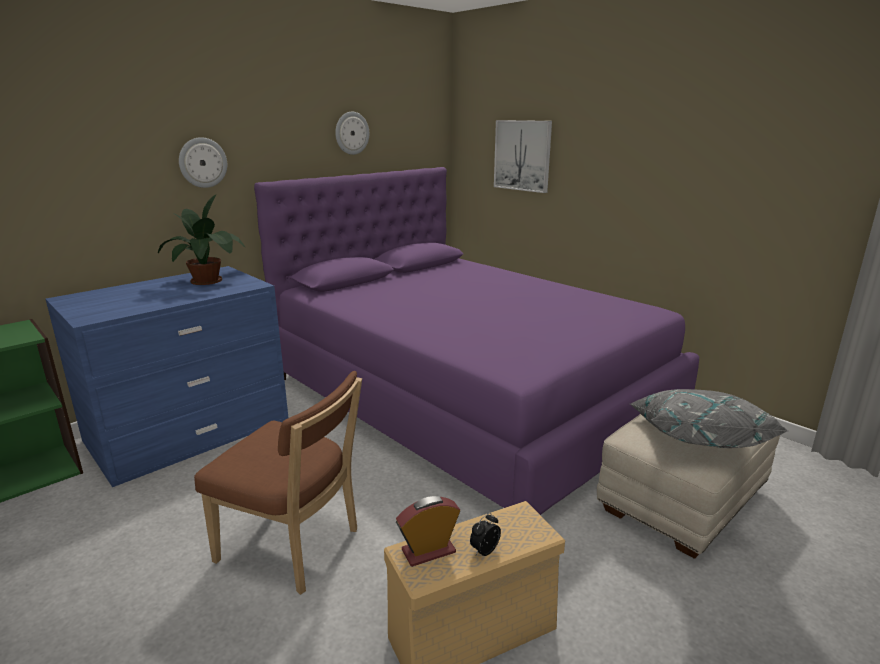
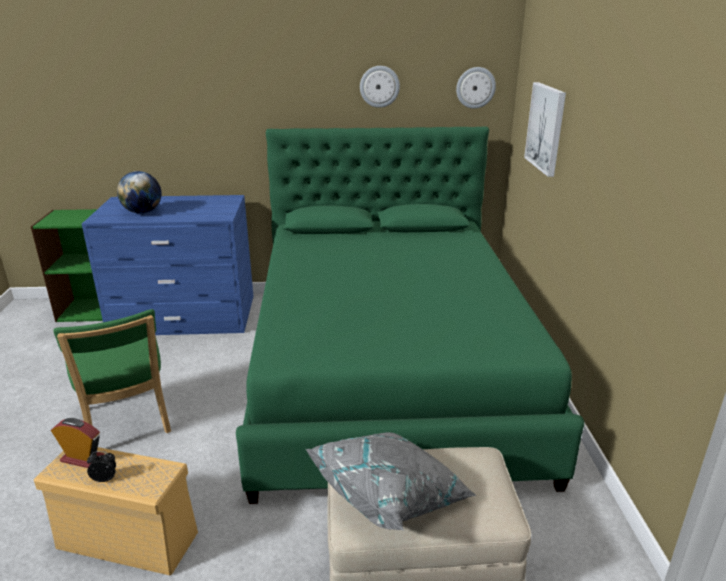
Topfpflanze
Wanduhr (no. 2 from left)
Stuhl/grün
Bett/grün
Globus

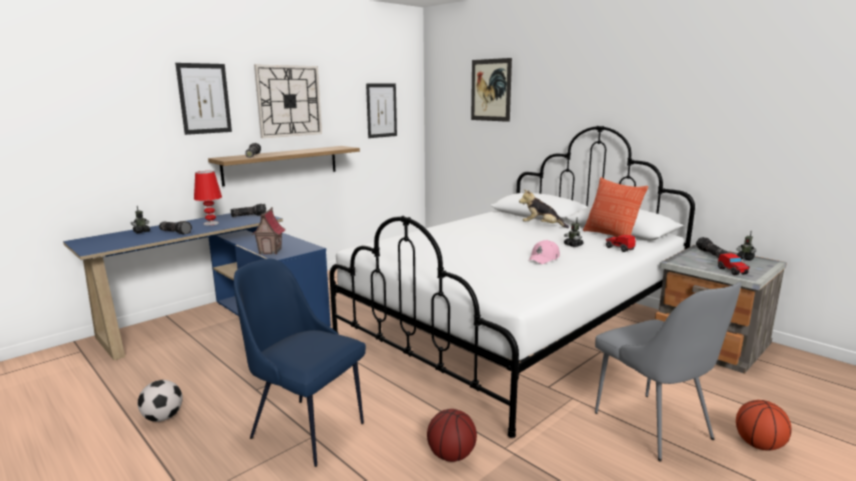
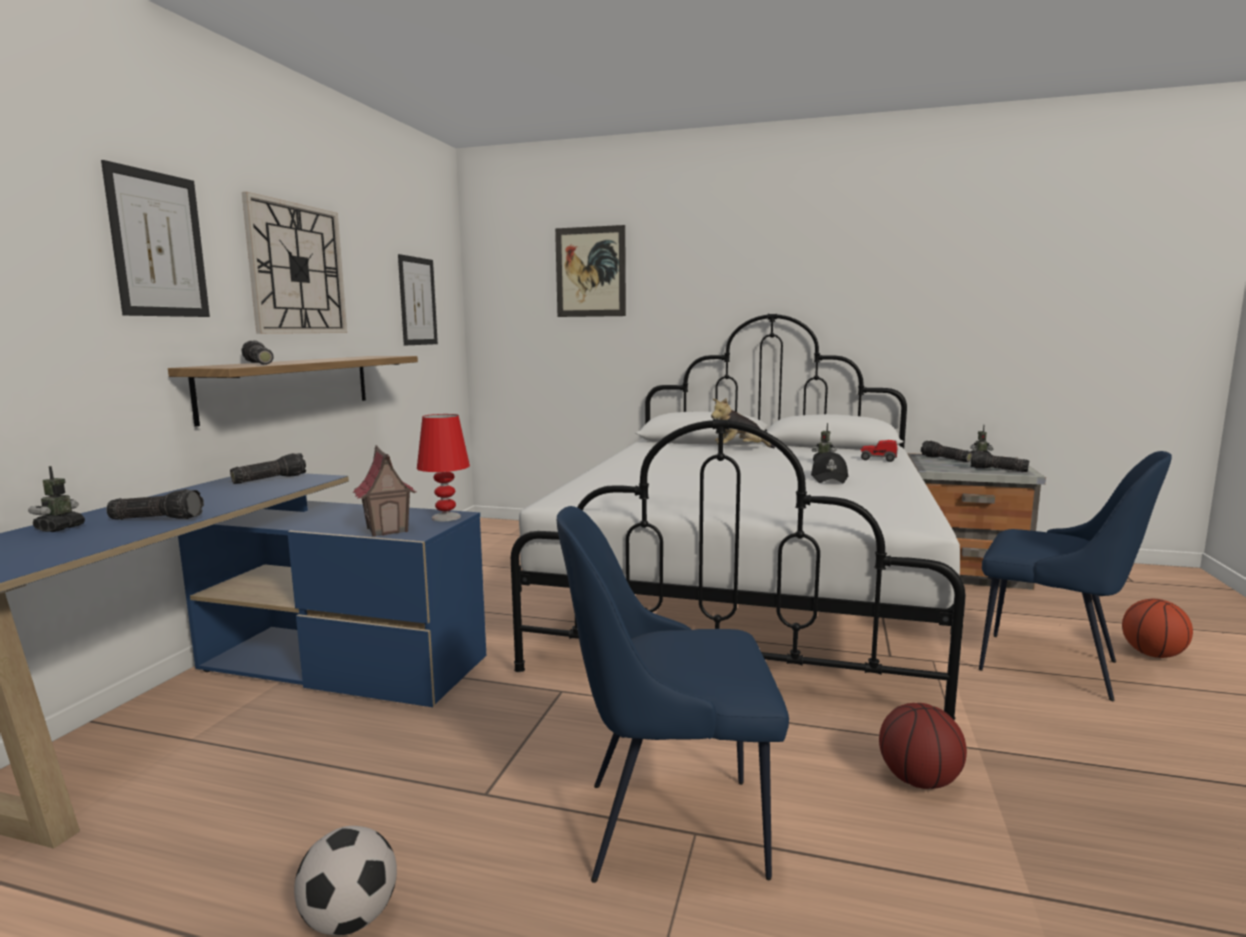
Tischlampe/rot
Kappe/schwarz
Kissen/orange
Stuhl/blau (no. 2 from left)
Taschenlampe (no. 5 from left)

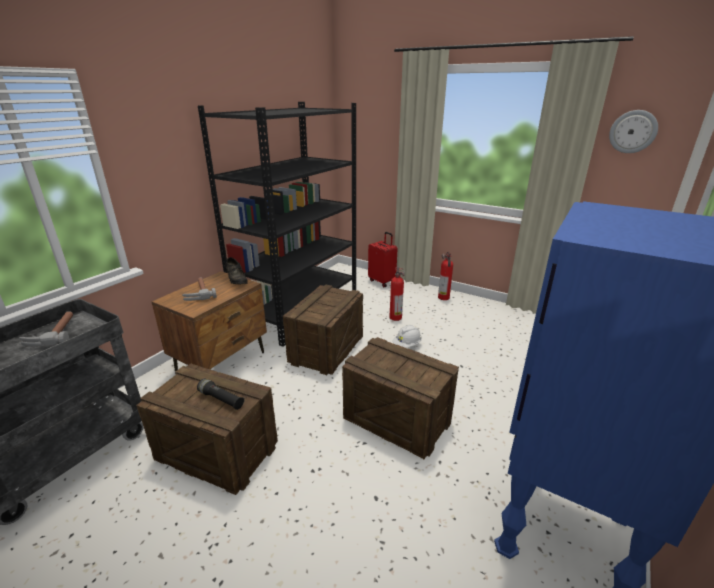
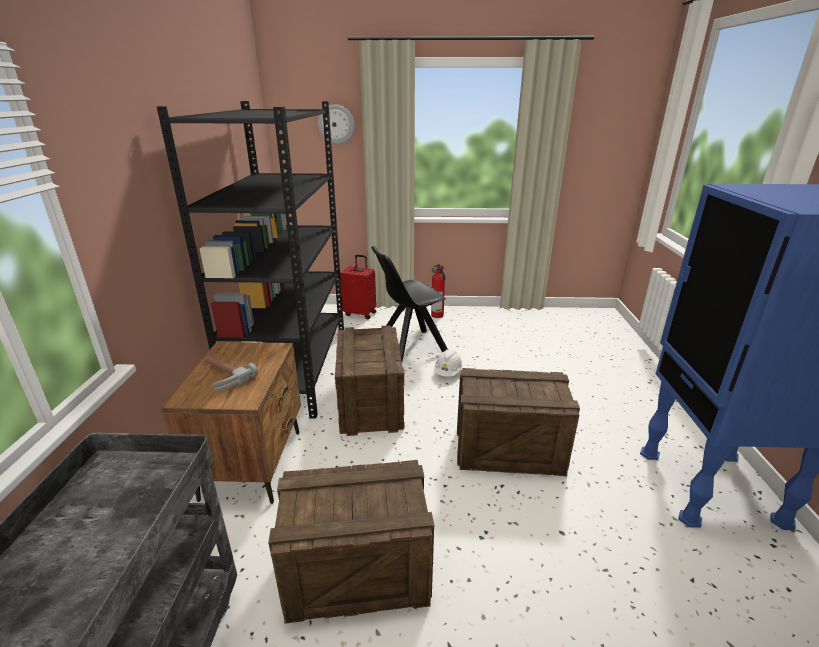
Hammer (no. 1 from left in the first image)
Taschenlampe/schwarz
Schuh/schwarz
Stuhl/schwarz
Wanduhr

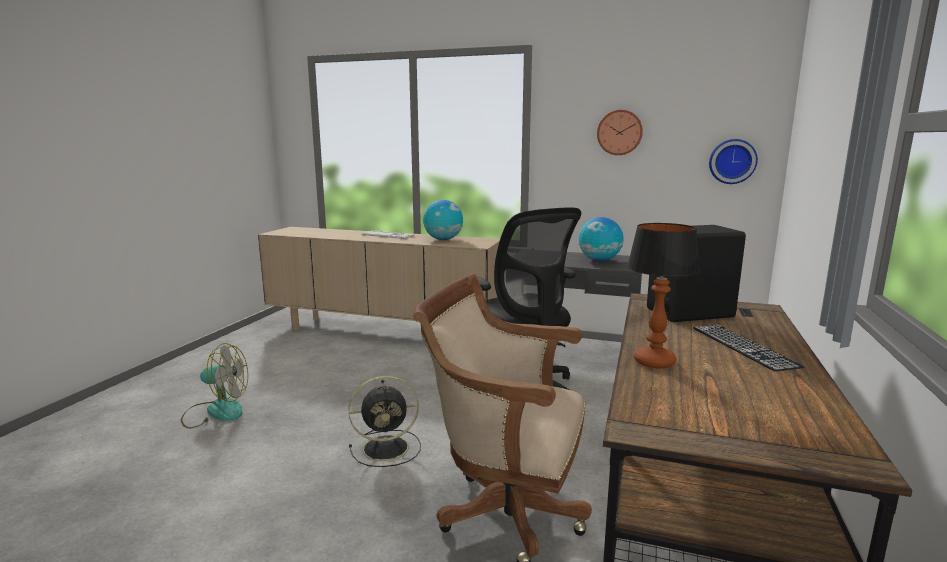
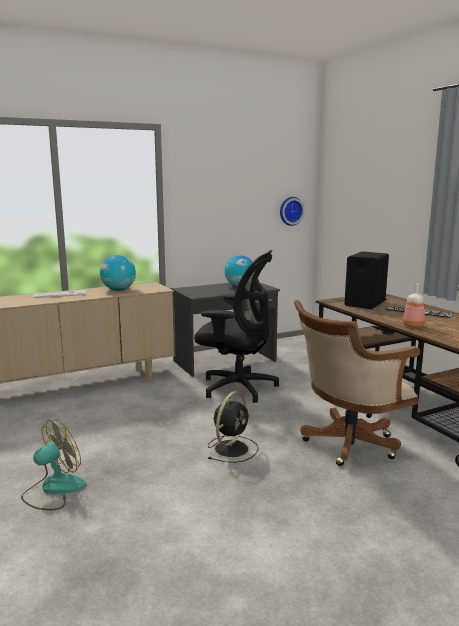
Wanduhr (no. 1 from left in the first image)
Flasche

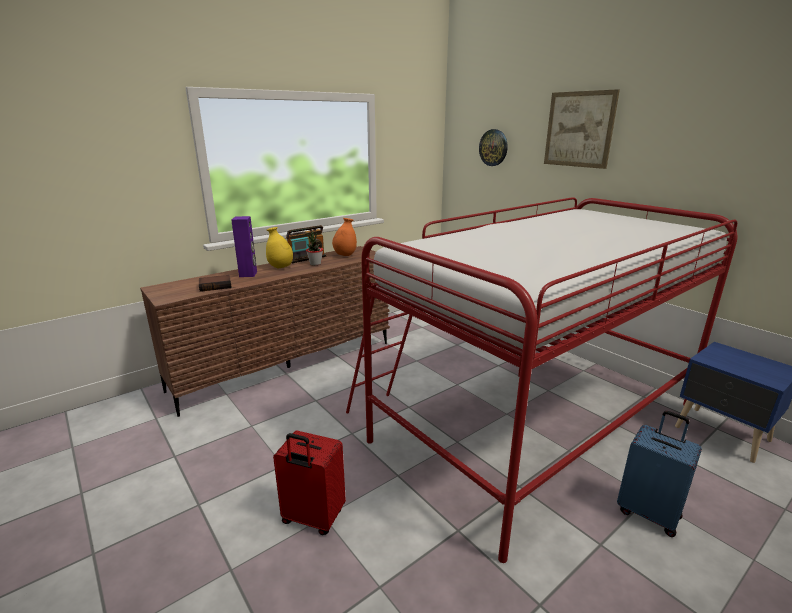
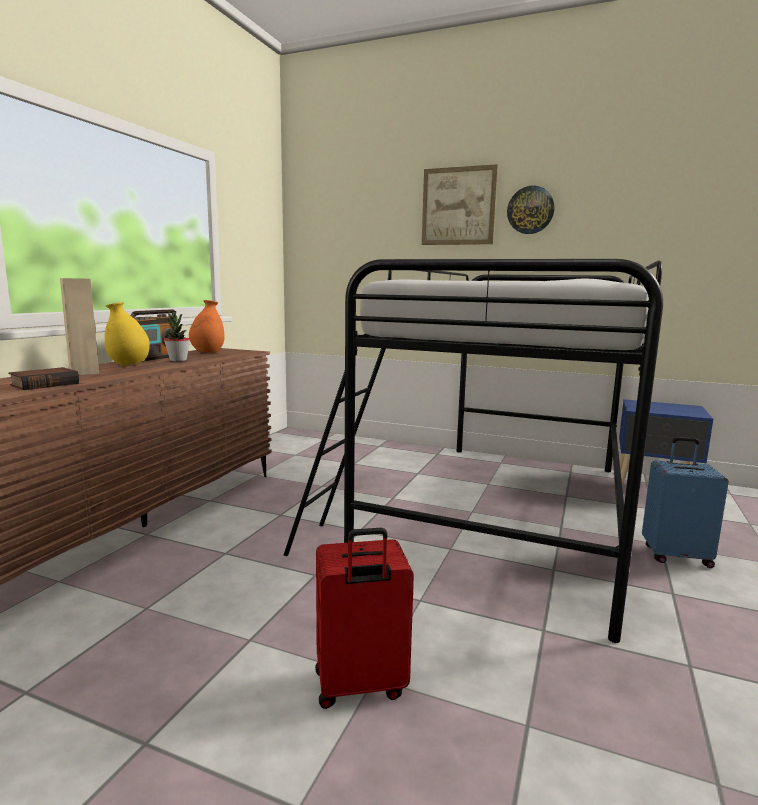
Lautsprecher/beige
Bett/schwarz
Wanduhr

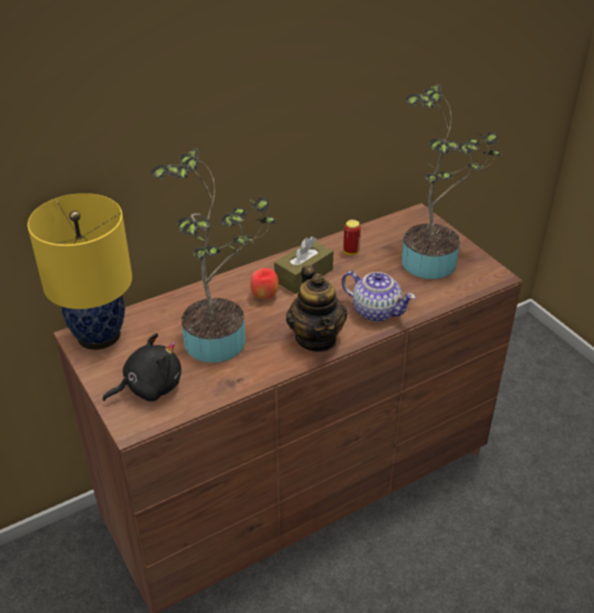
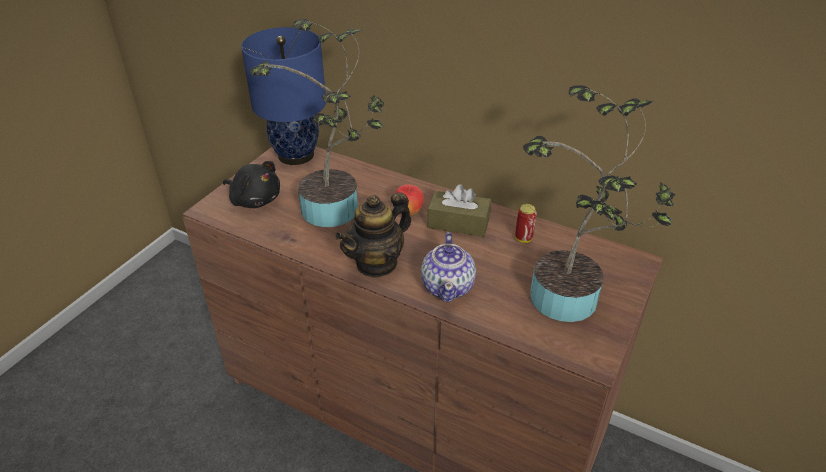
Tischlampe/blau

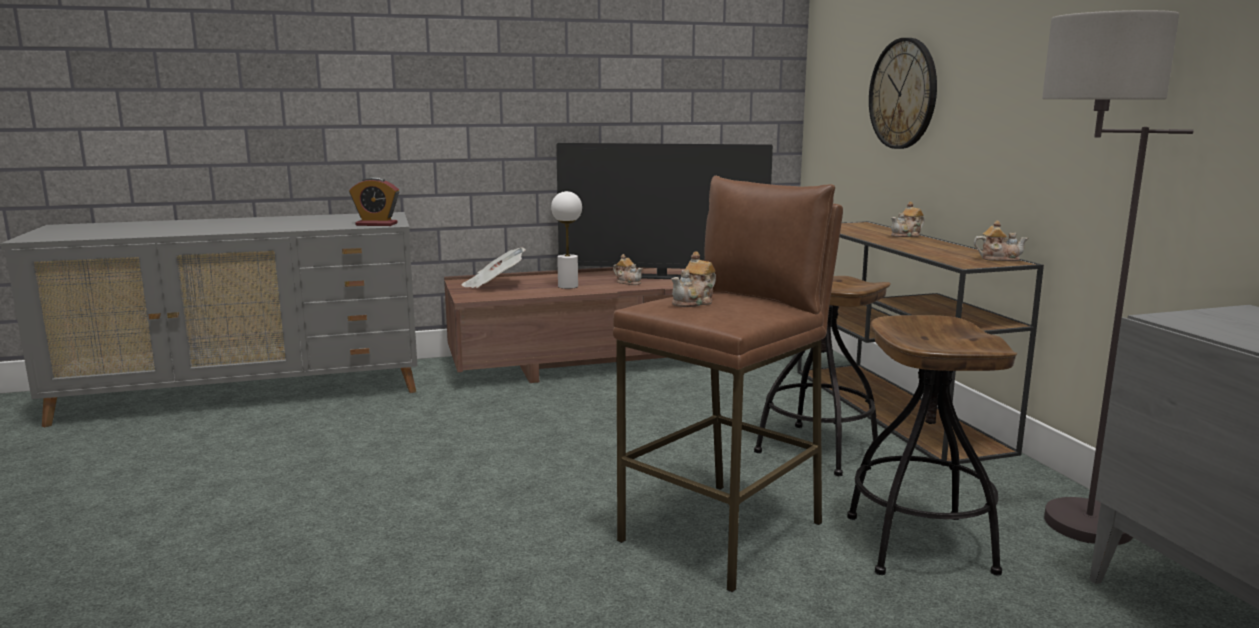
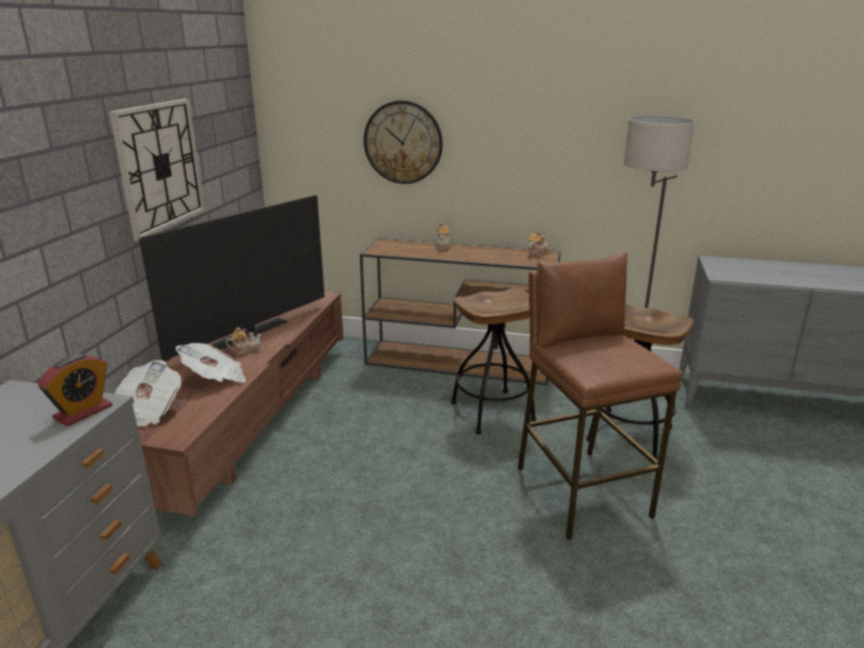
Zeitung (no. 2 from left)
Teekanne (no. 2 from left in the first image)
Wanduhr (no. 1 from left)

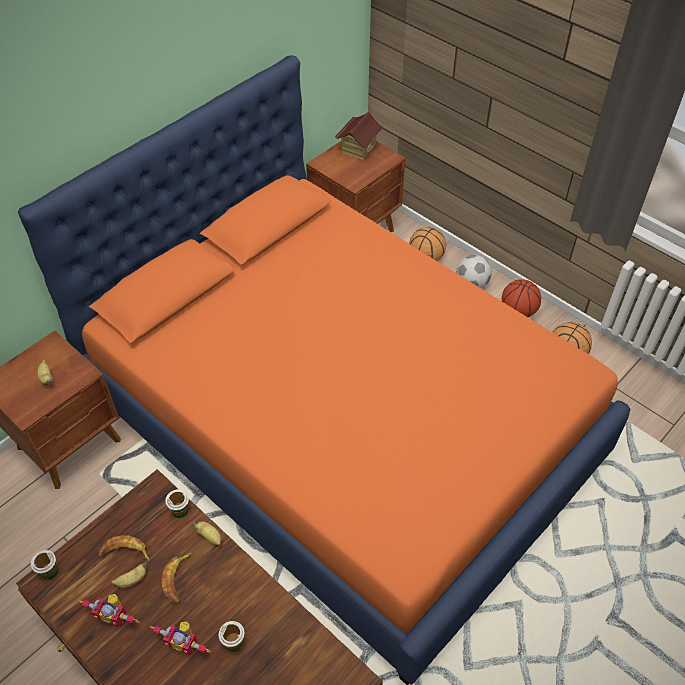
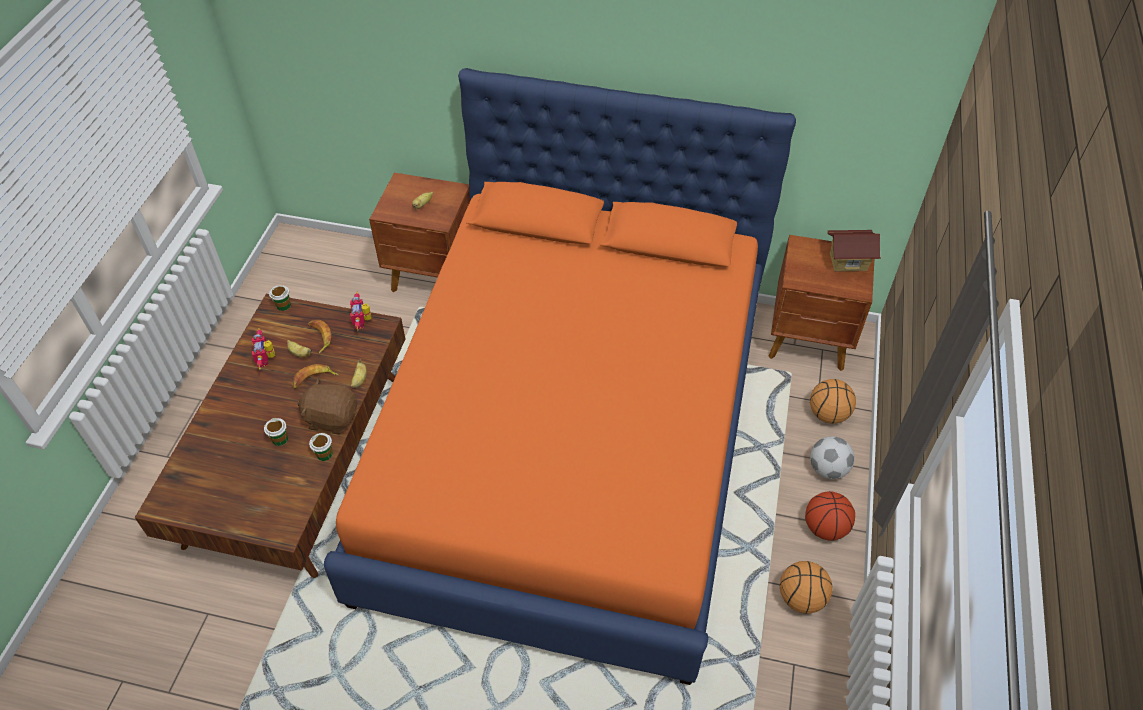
Spielzeugroboter (no. 2 from left)
Tasse (no. 3 from left)
Plüschtier/braun

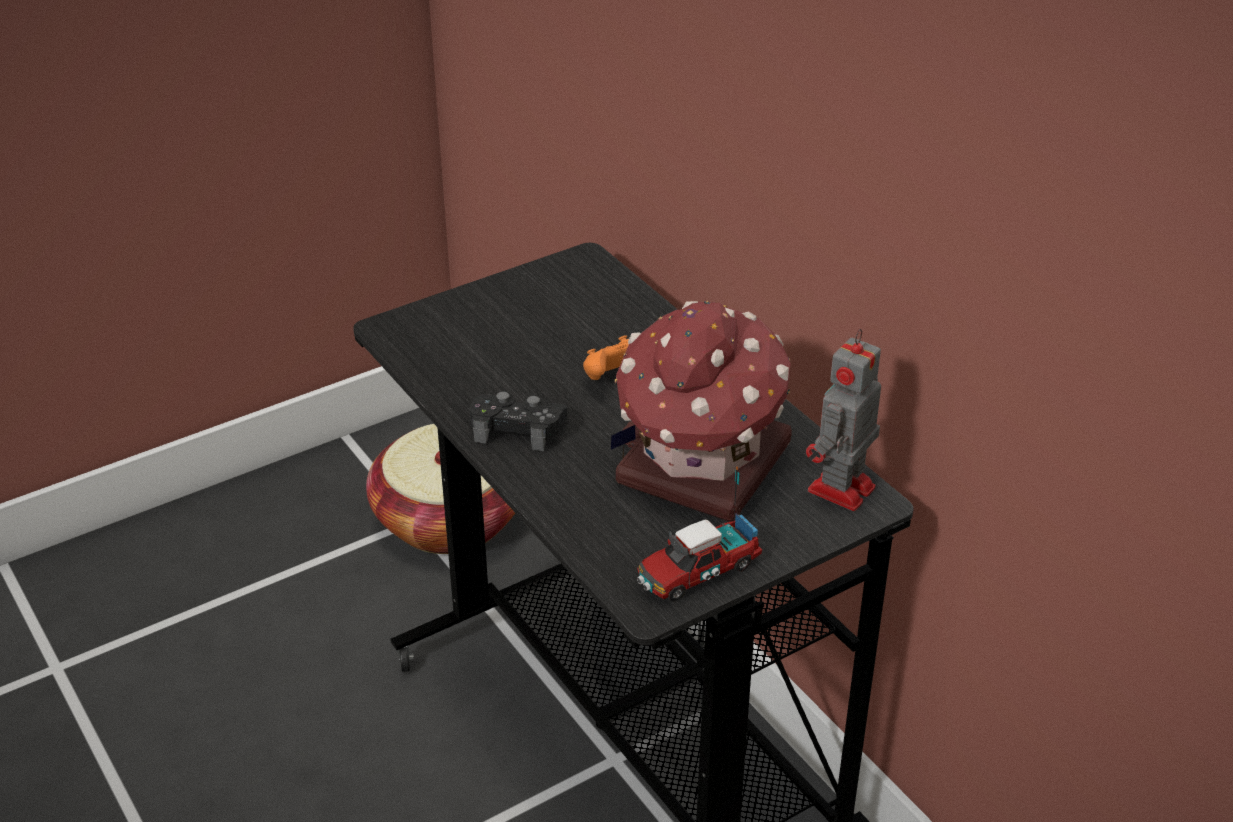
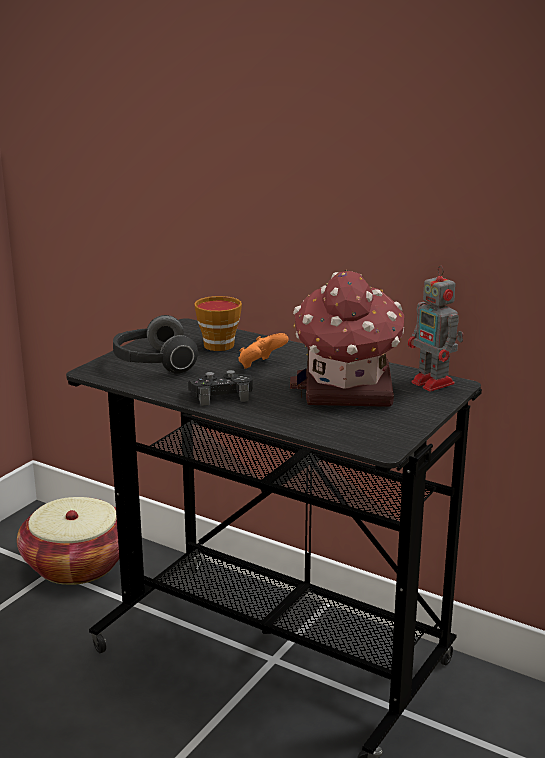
Spielzeuglaster
Spielzeugroboter
Kopfhörer
Tasse

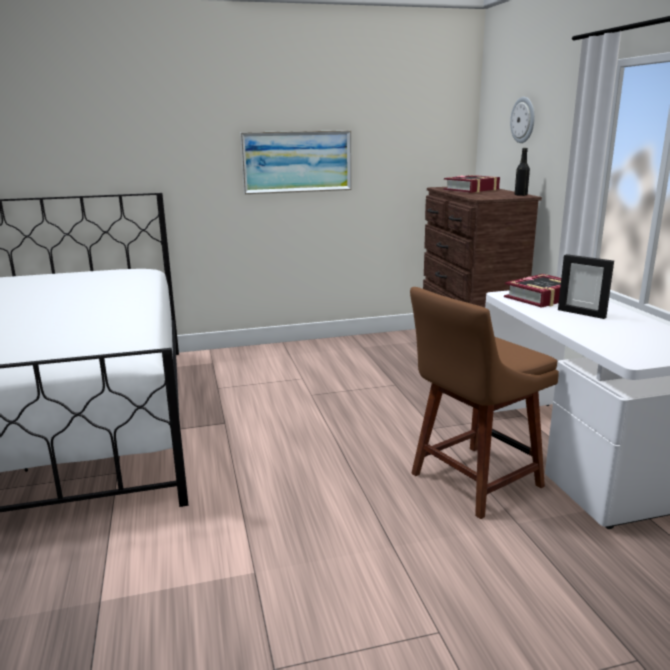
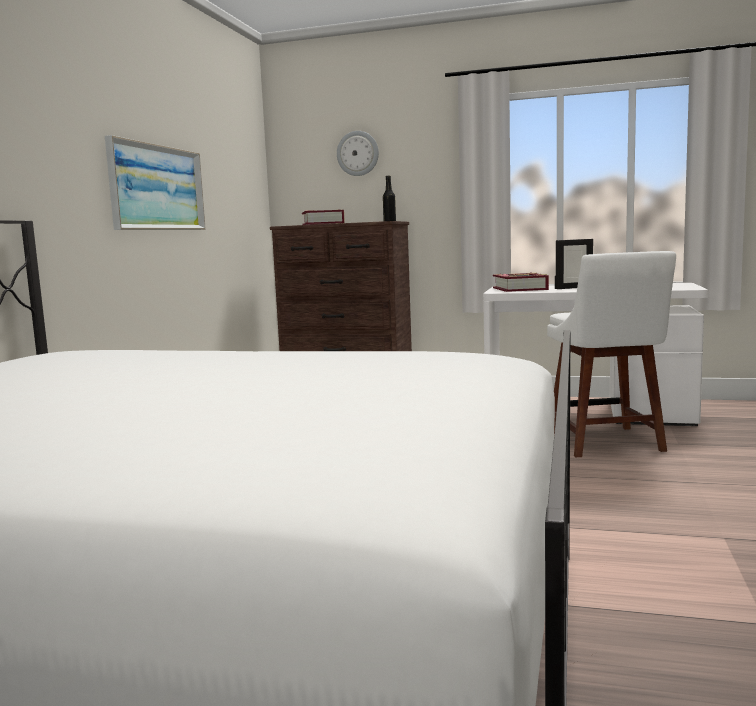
Hocker/weiß

